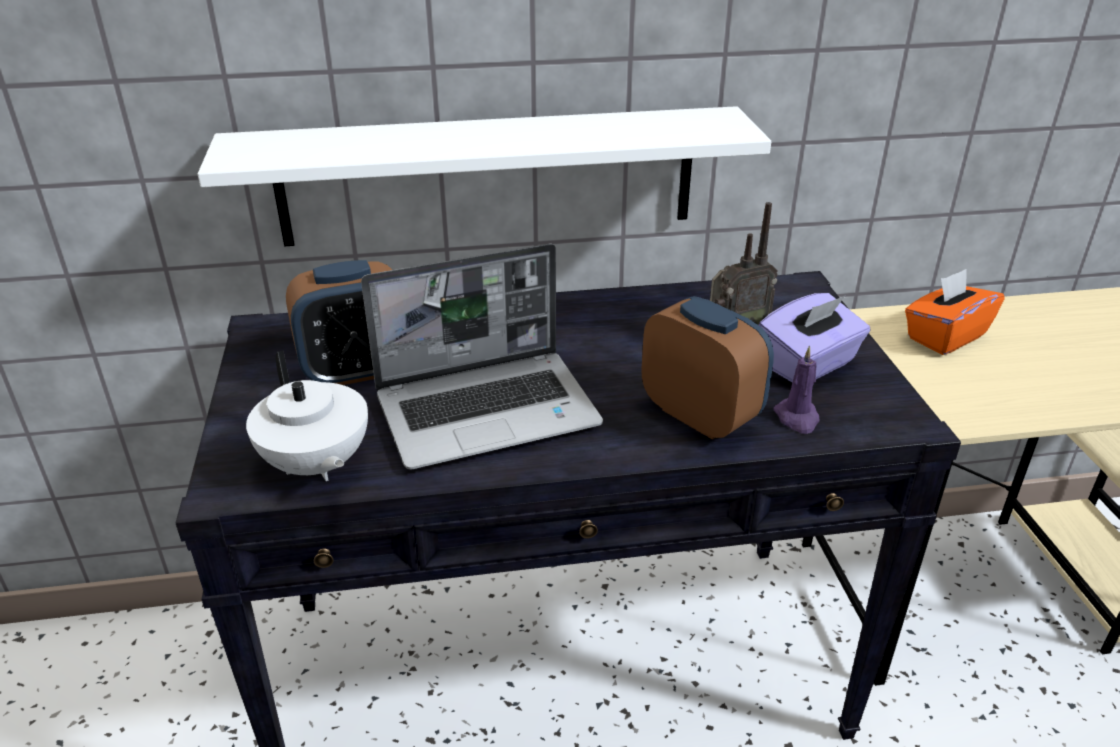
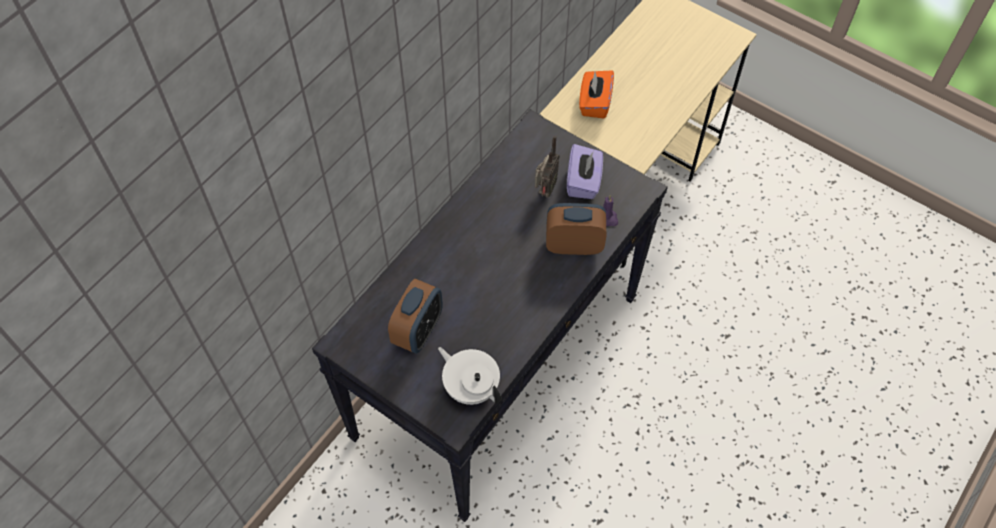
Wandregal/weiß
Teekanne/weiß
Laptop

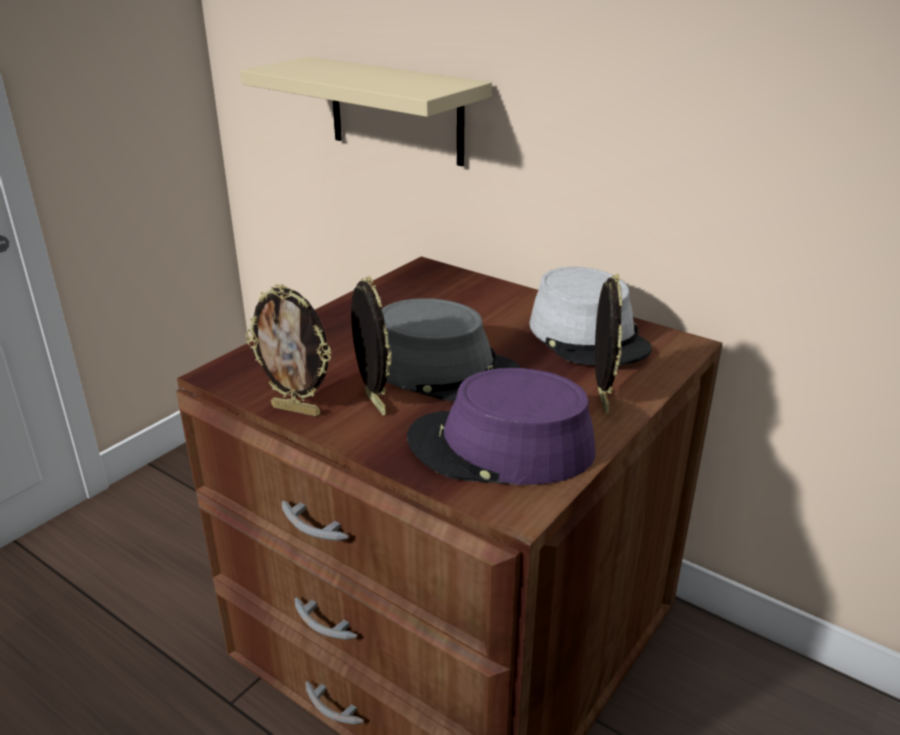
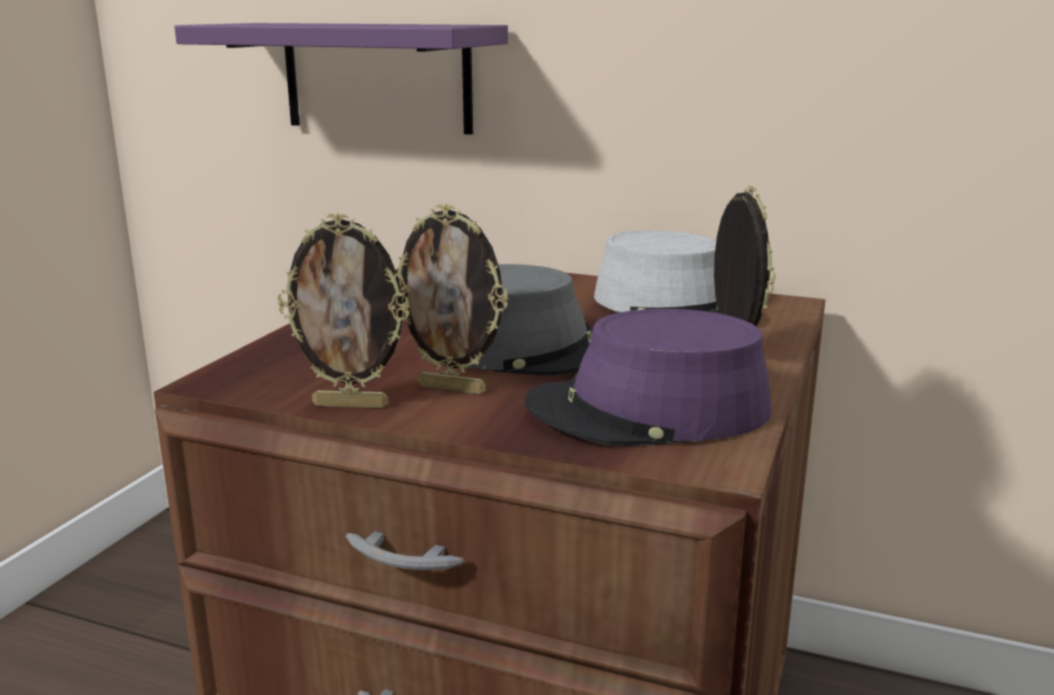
Wandregal/lila
Bilderrahmen (no. 2 from left)

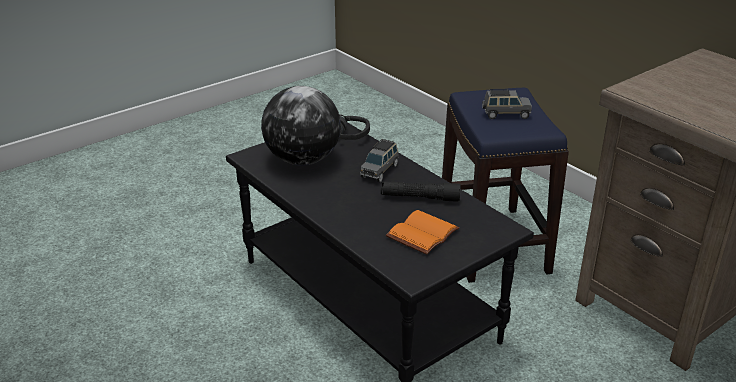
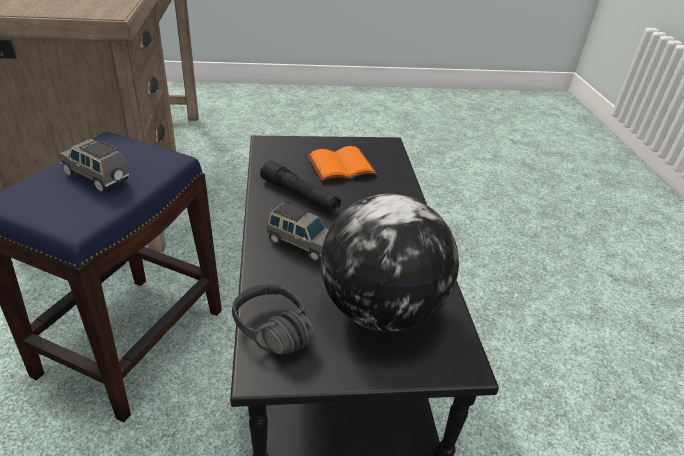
Spielzeugauto/grau (no. 2 from left)

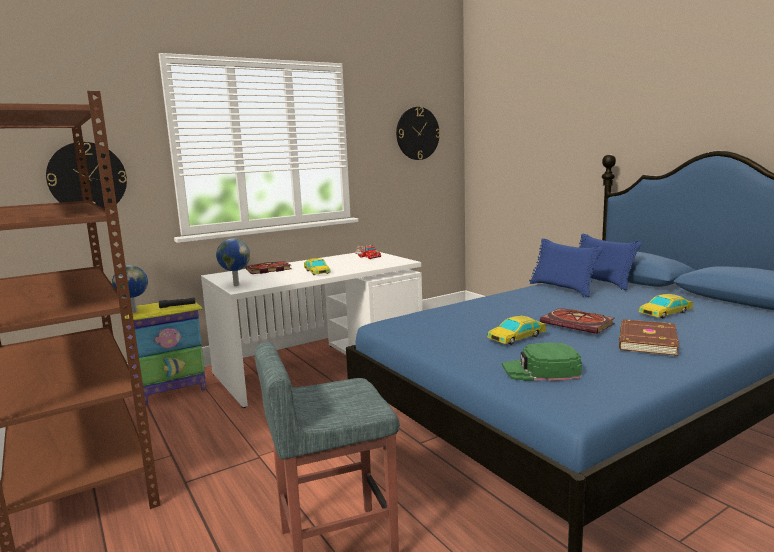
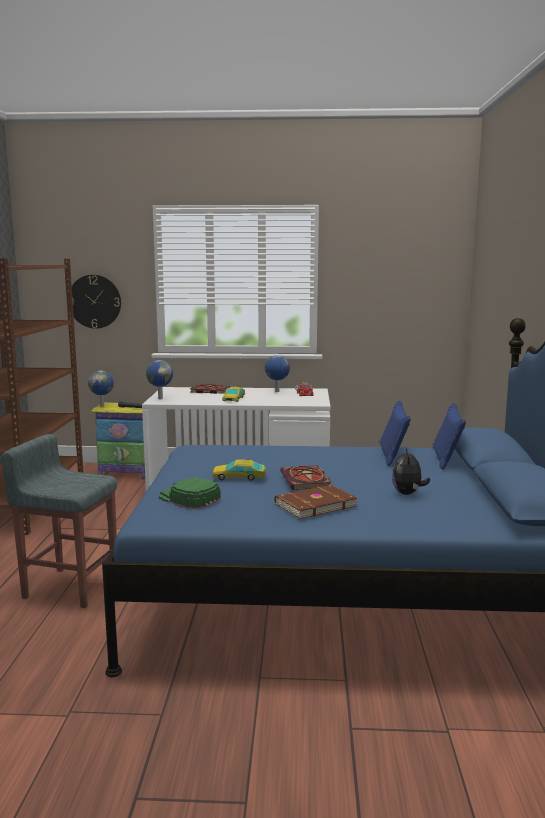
Wanduhr (no. 2 from left in the first image)
Plüschtier
Globus (no. 3 from left)

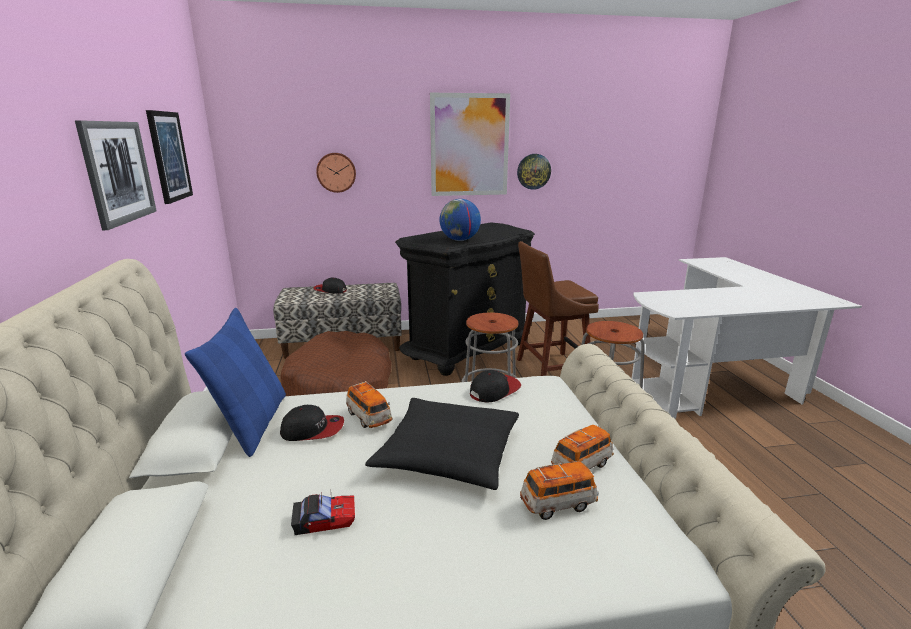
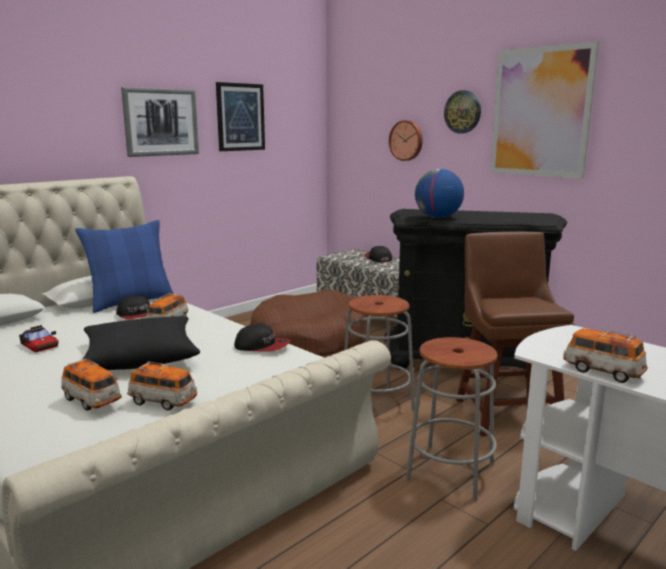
Wanduhr (no. 2 from left)
Stuhl/braun
Spielzeugauto (no. 5 from left)

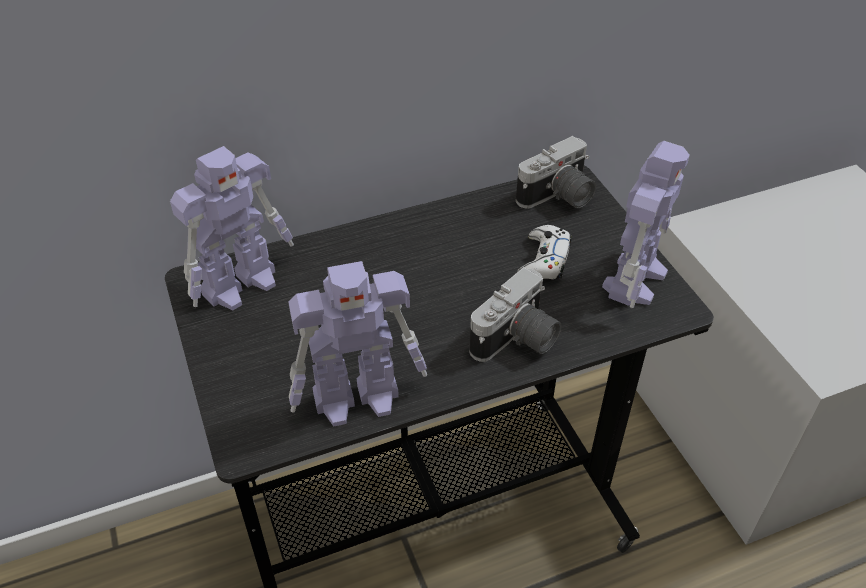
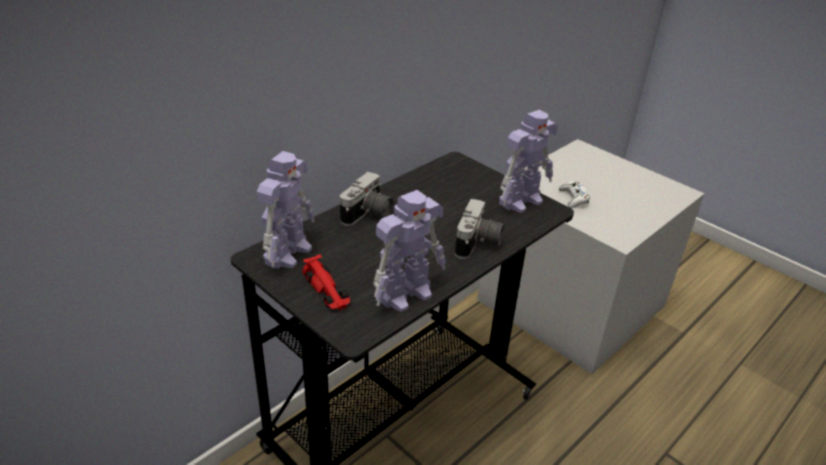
Kamera (no. 1 from left)
Gamepad/weiß
Spielzeugroboter (no. 3 from left)
Spielzeugauto/rot

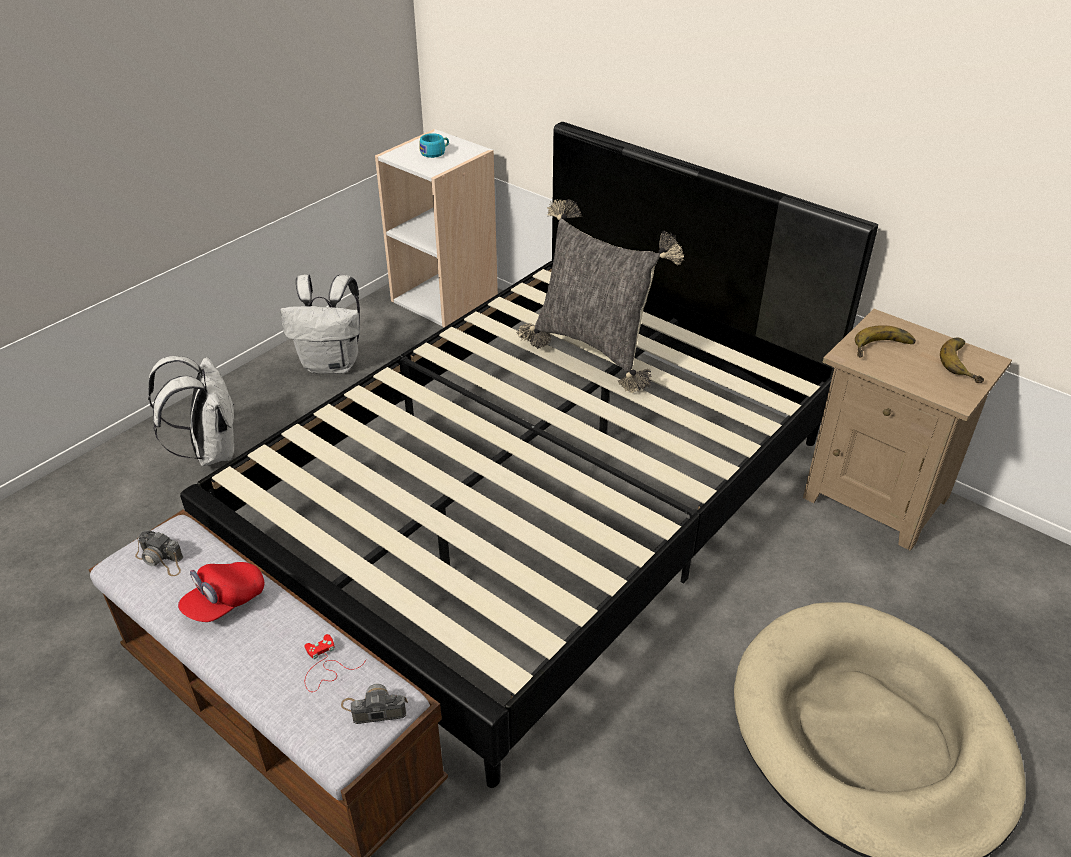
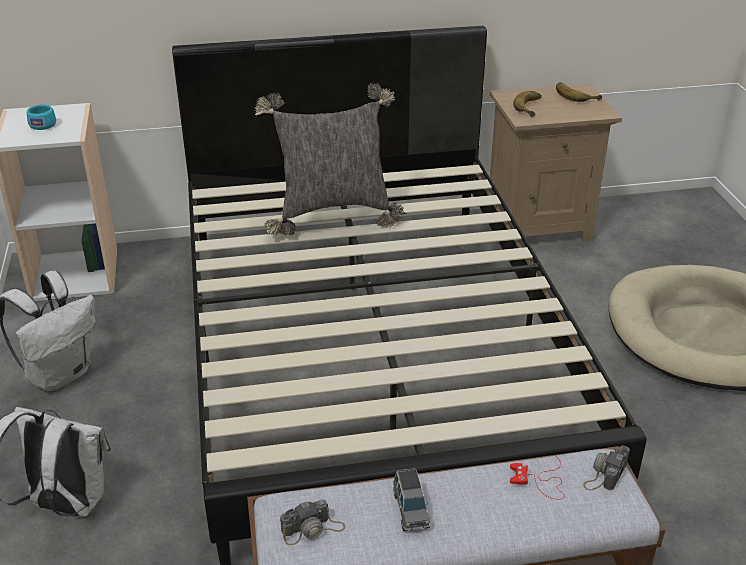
Spielzeugauto/grau

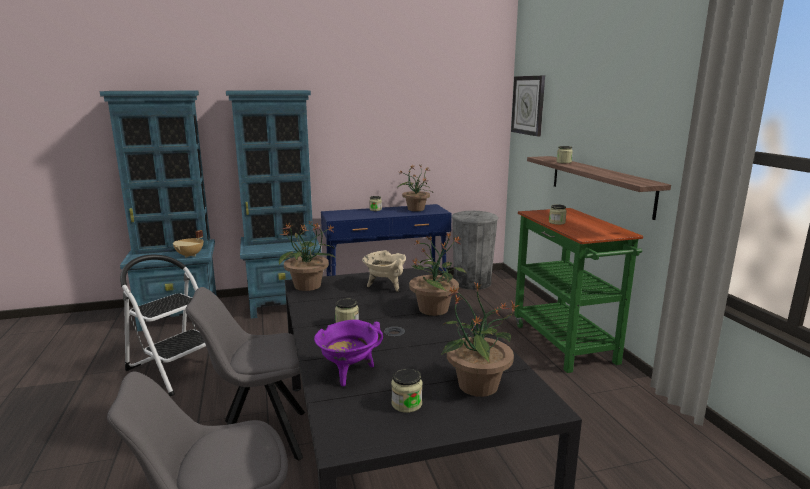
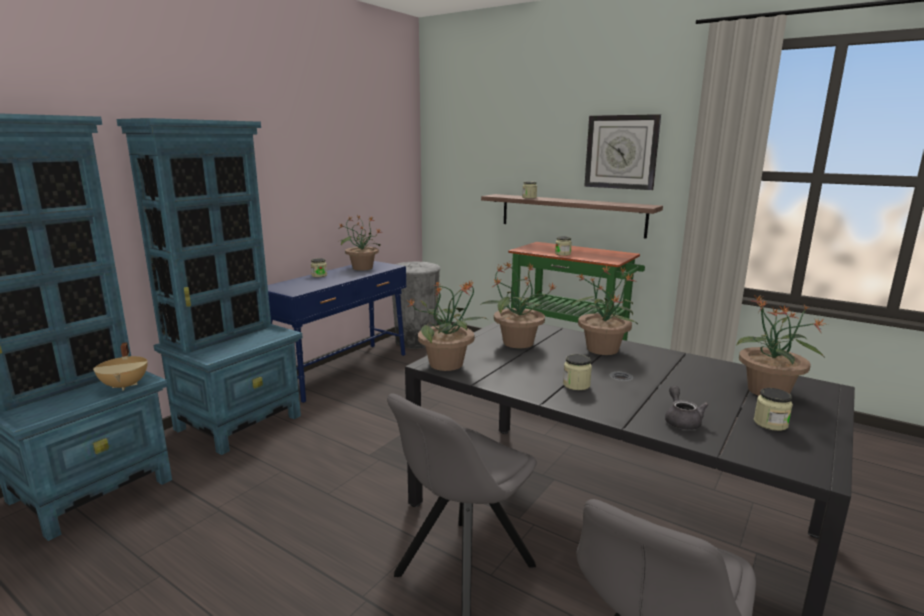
Trittleiter
Teekanne/grau
Topfpflanze (no. 3 from left)
Wanduhr

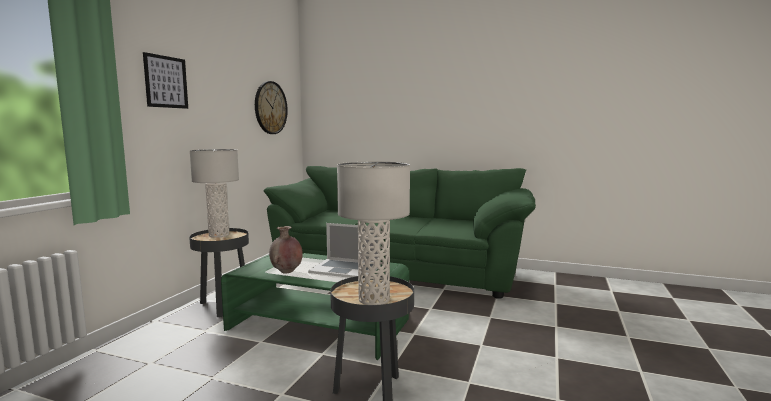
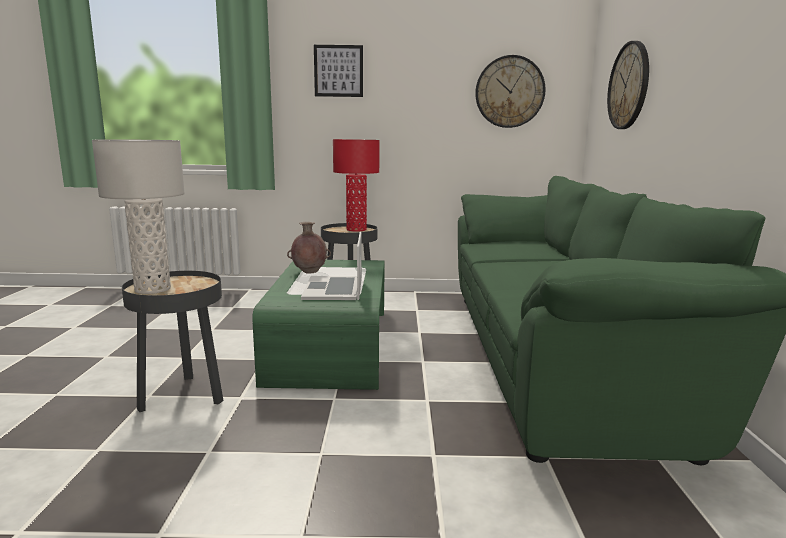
Tischlampe/rot
Wanduhr (no. 2 from left)

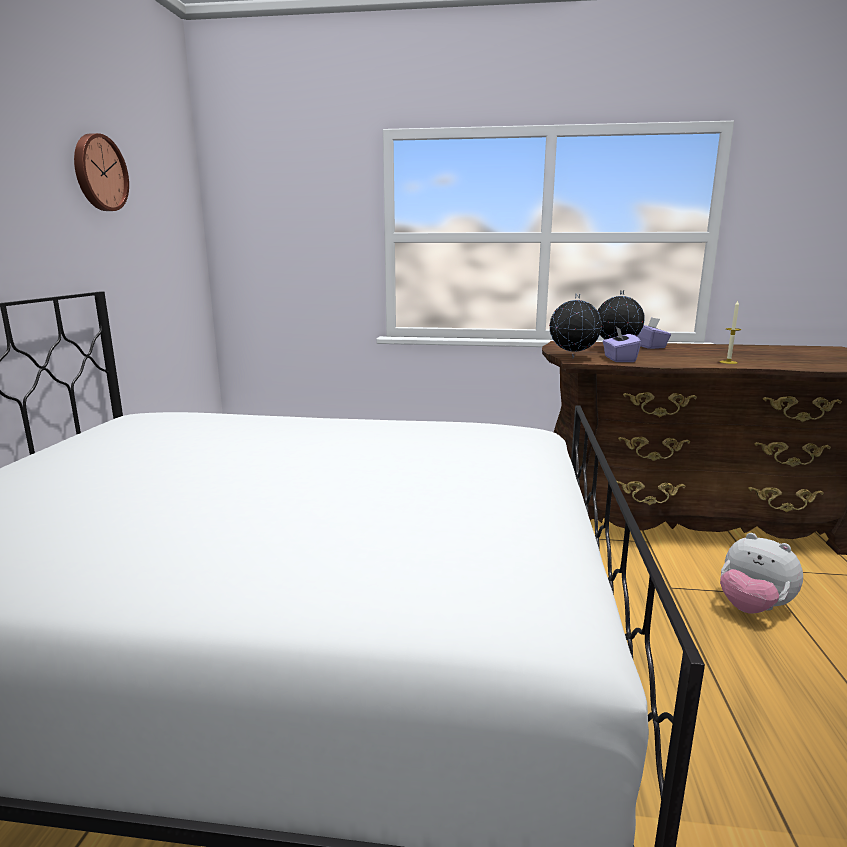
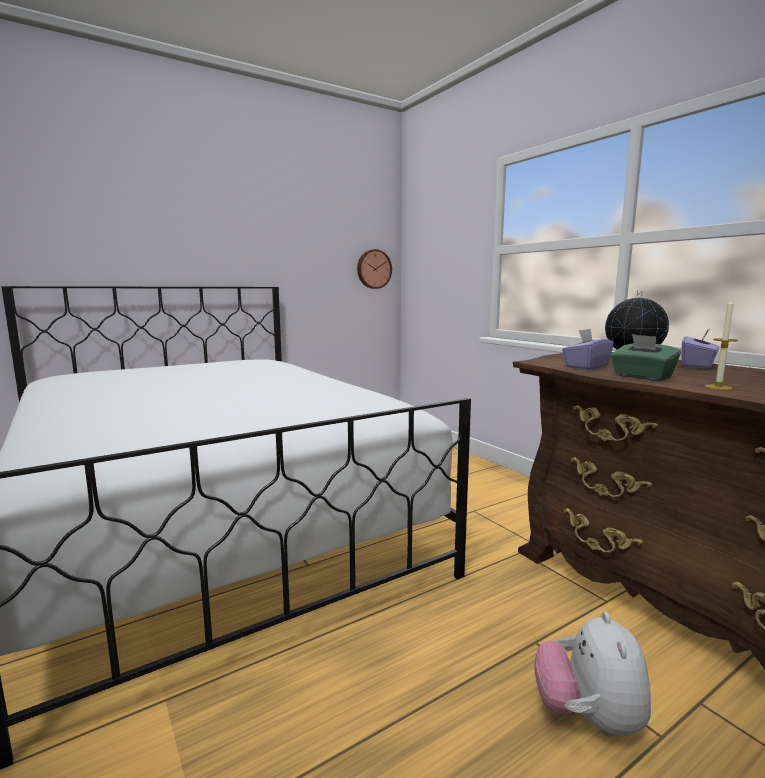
Wanduhr
Globus (no. 1 from left in the first image)
Taschentuchbox/grün

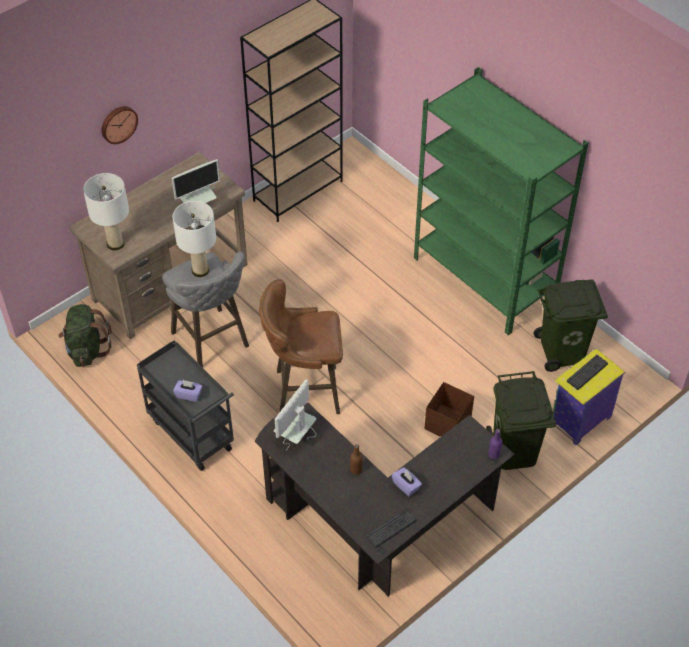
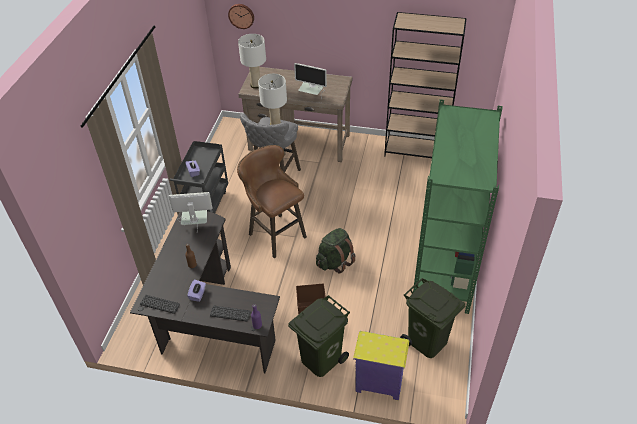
Rucksack/grün
Wanduhr
Tastatur (no. 2 from left)

